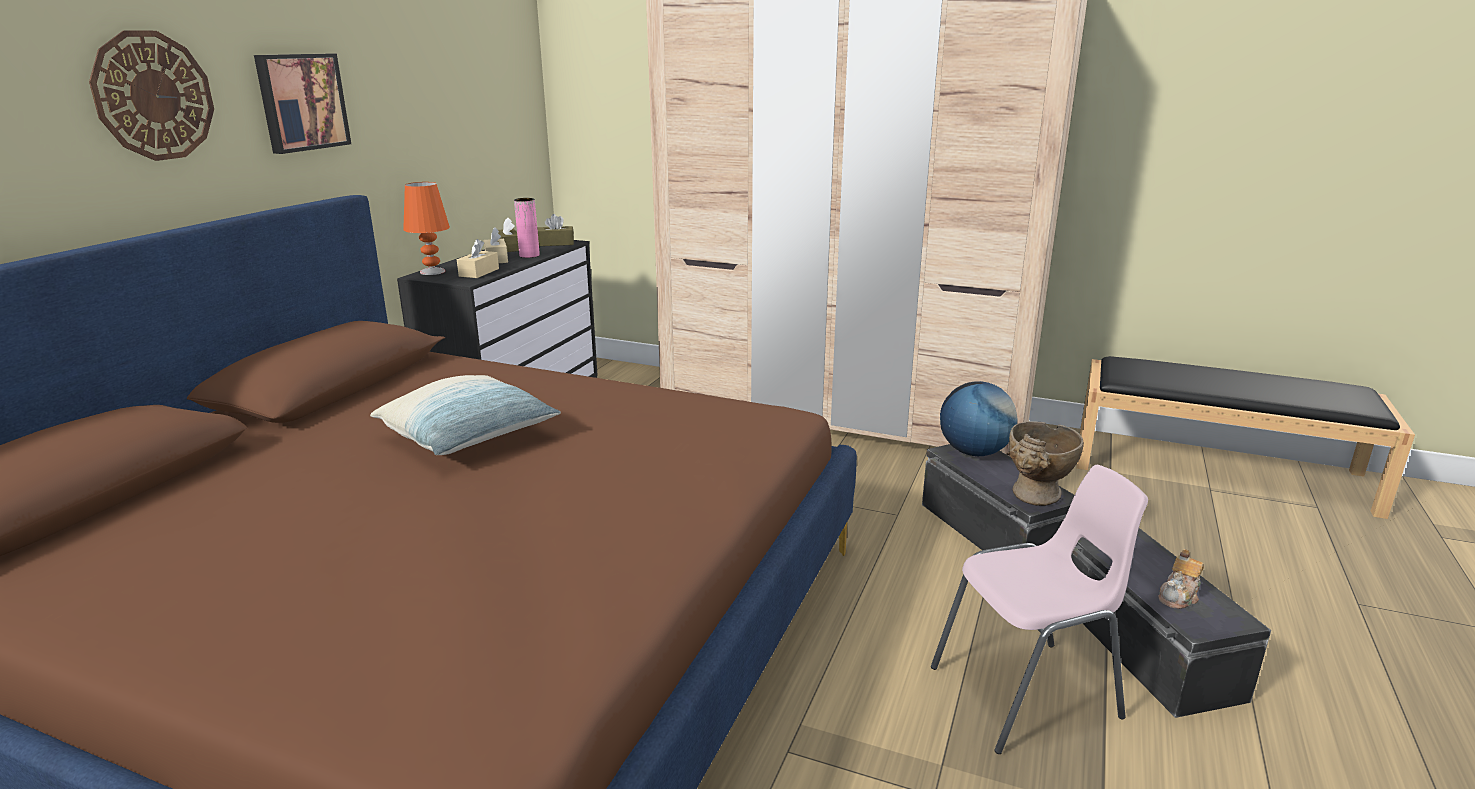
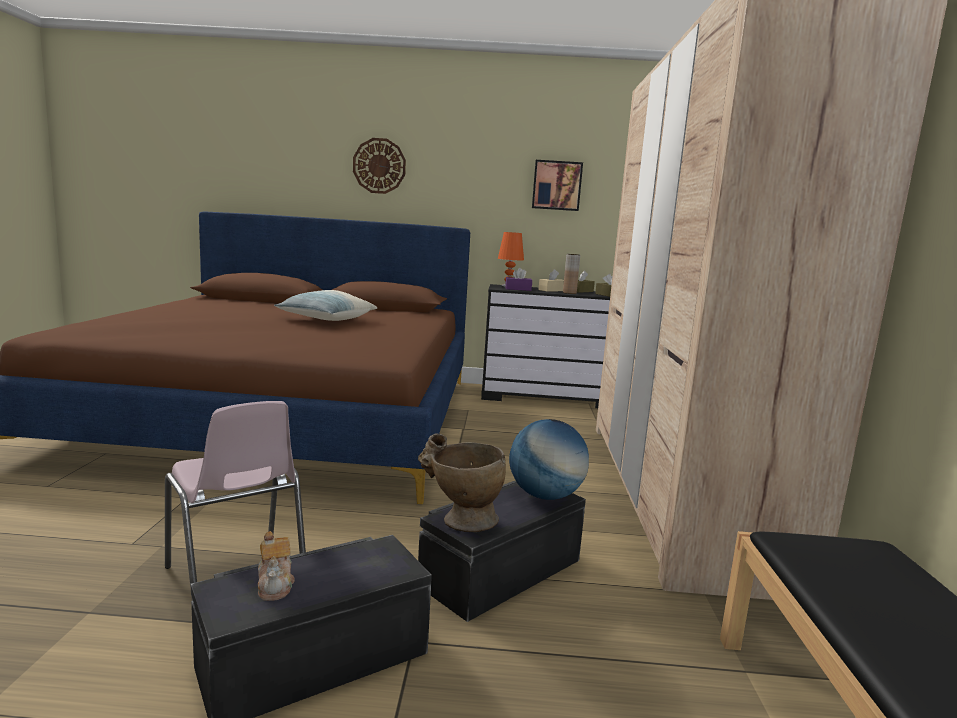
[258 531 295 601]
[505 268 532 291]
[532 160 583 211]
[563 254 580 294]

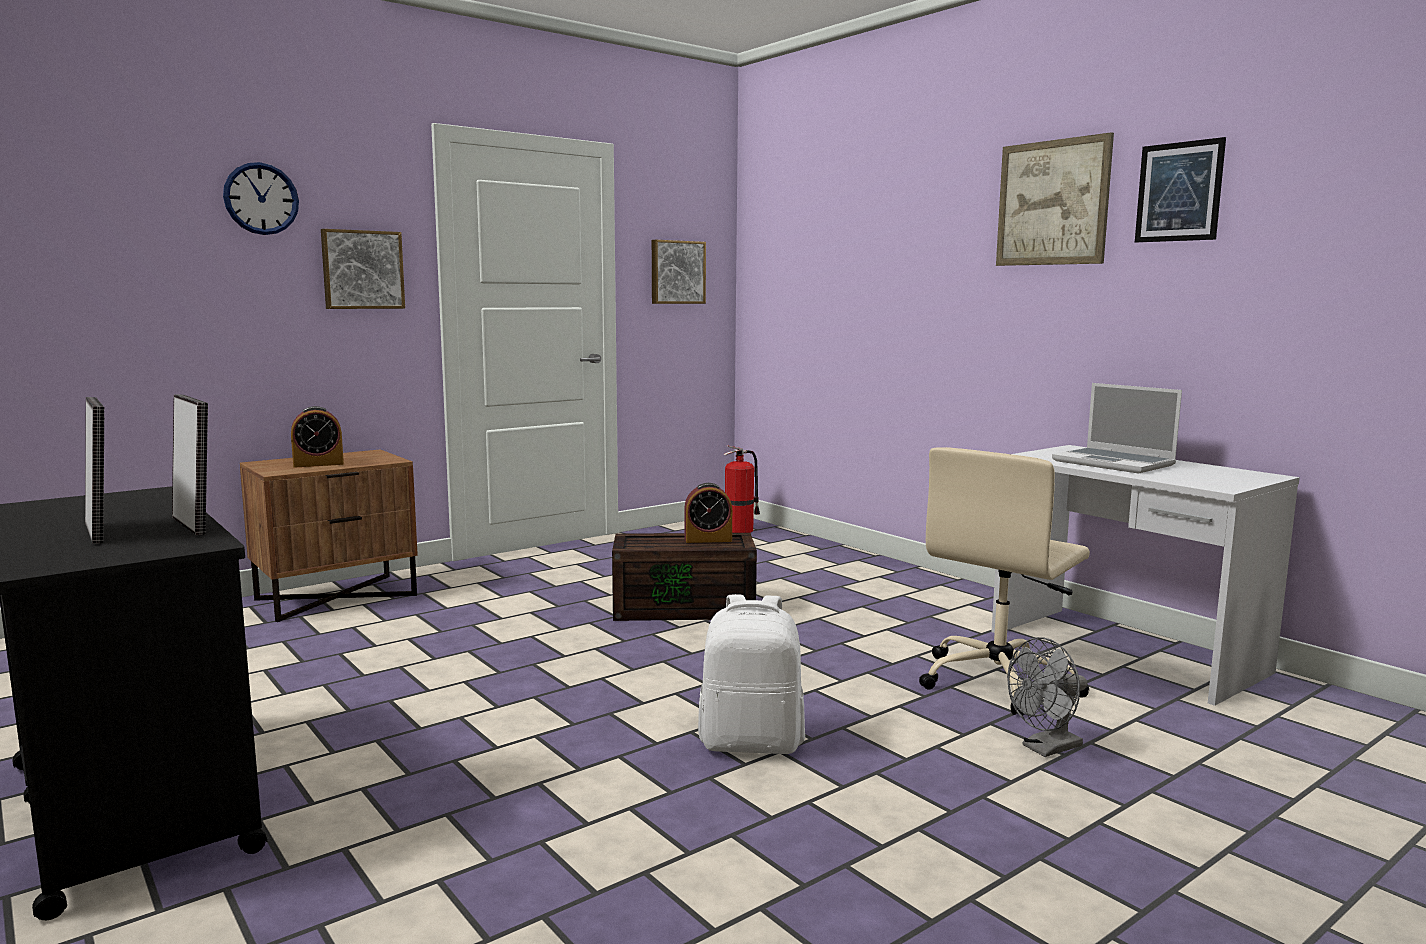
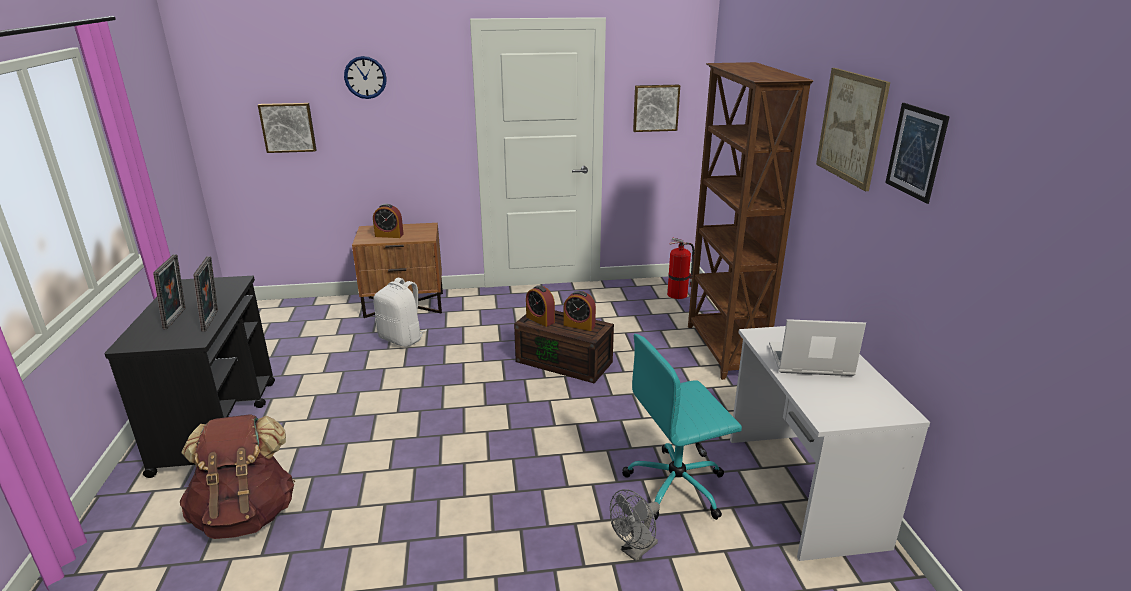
[180 414 295 539]
[258 103 316 153]
[373 278 427 347]
[526 285 555 327]
[610 489 660 561]
[622 334 742 520]
[688 62 813 380]
[769 319 866 376]

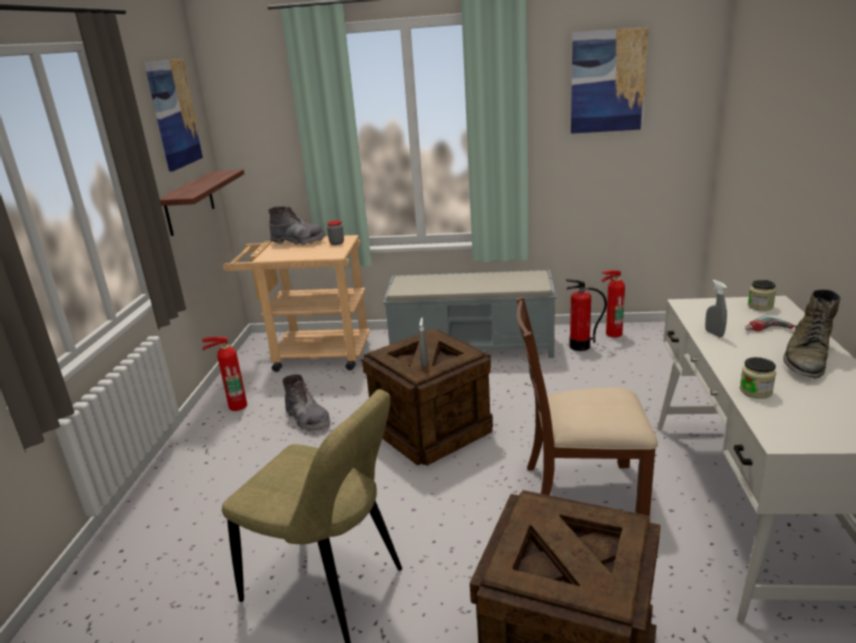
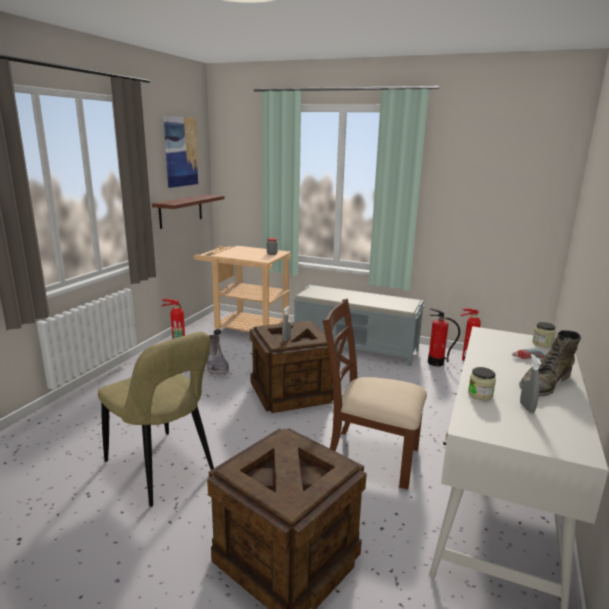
[520 354 541 413]
[268 206 325 245] (first image)
[571 27 649 134] (first image)

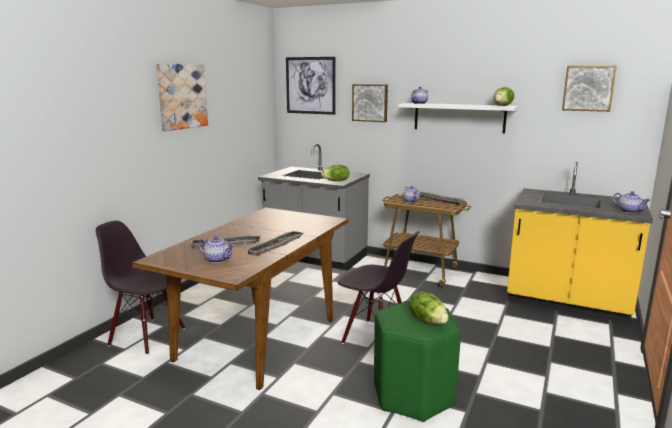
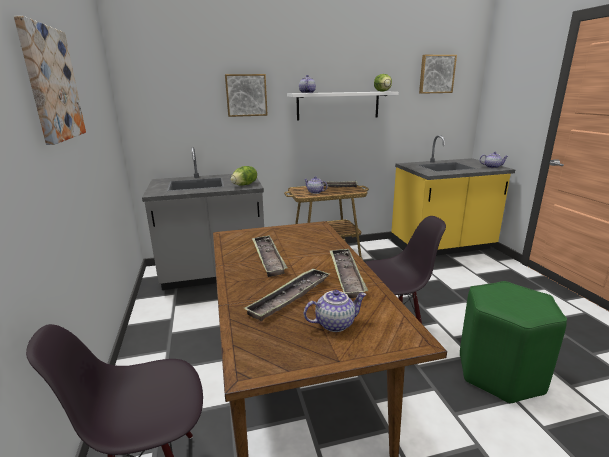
[252 235 288 277]
[286 57 336 115] (first image)
[409 291 448 324] (first image)

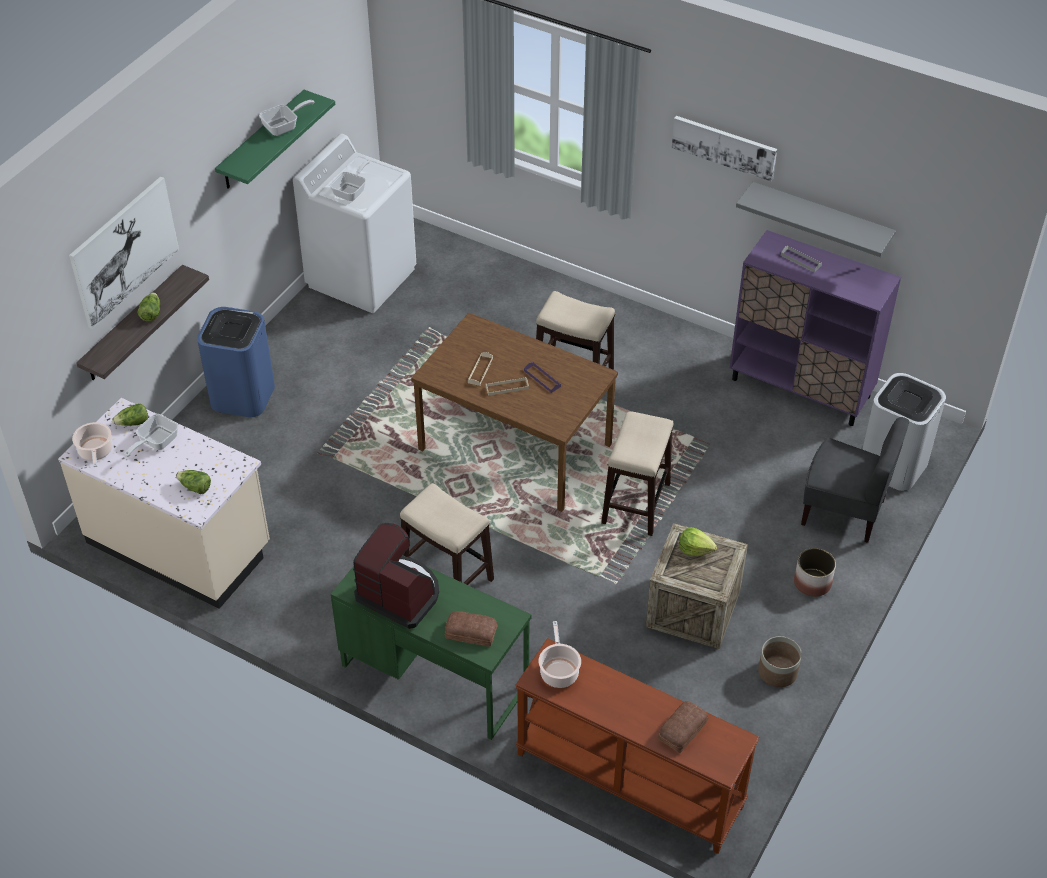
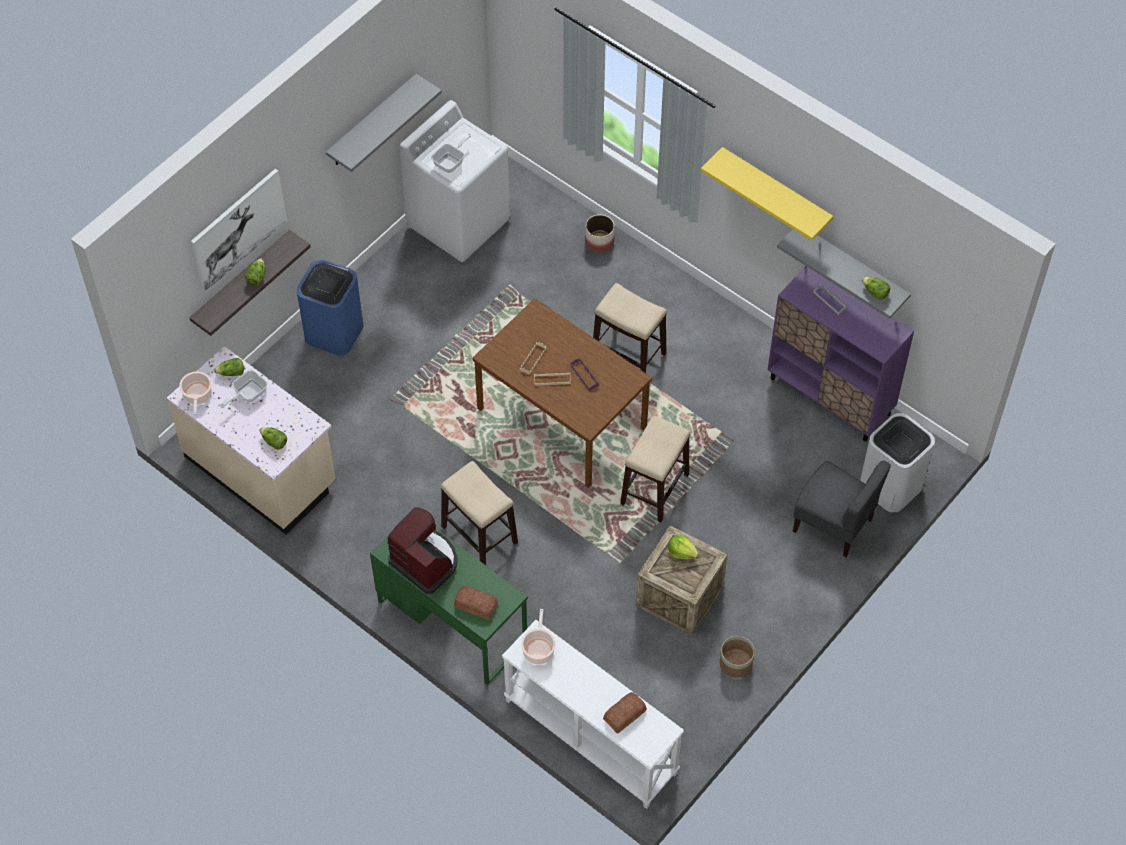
[326 74 442 172]
[502 620 684 809]
[585 214 615 252]
[701 147 833 241]
[862 277 890 300]
[259 100 314 136] (first image)

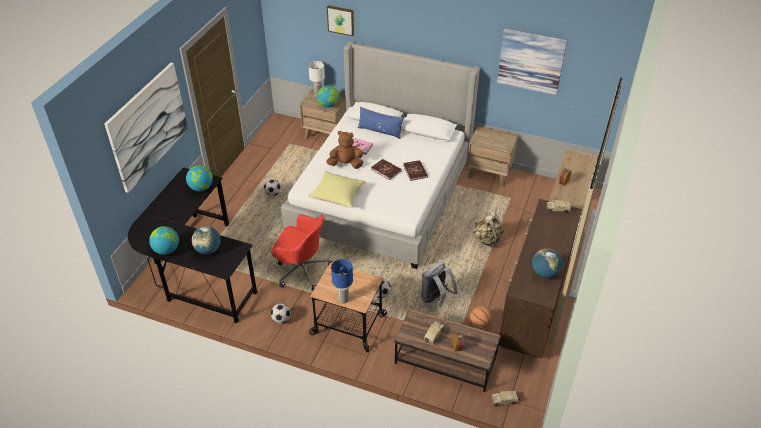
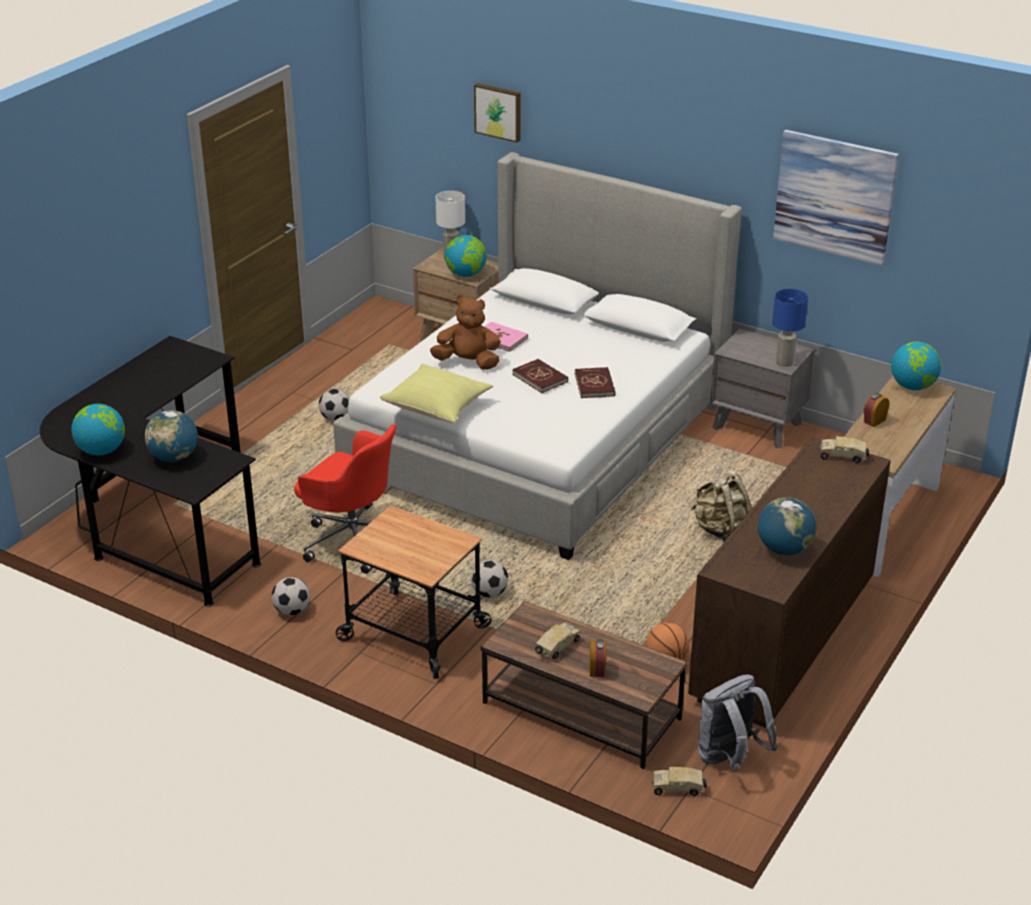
[697 674 778 771]
[710 329 815 448]
[772 289 808 367]
[891 342 941 390]
[104 62 188 193] (first image)
[358 107 404 139] (first image)

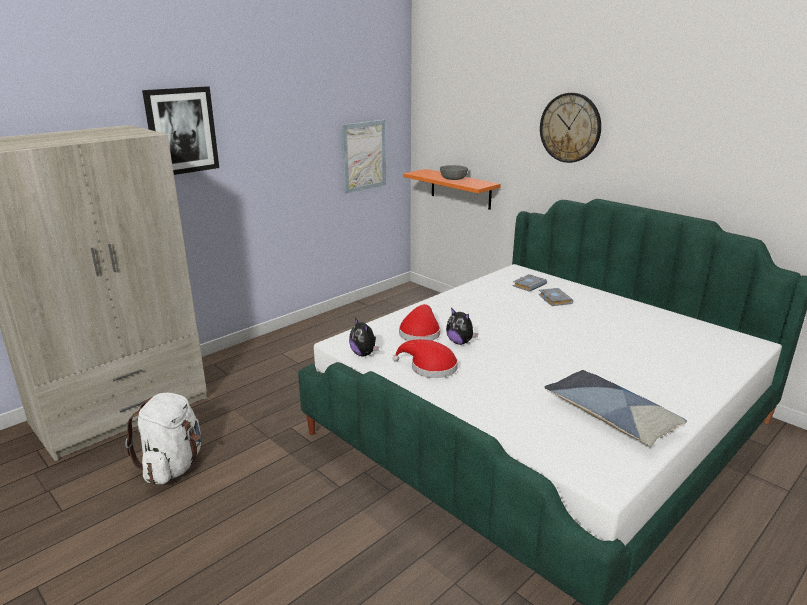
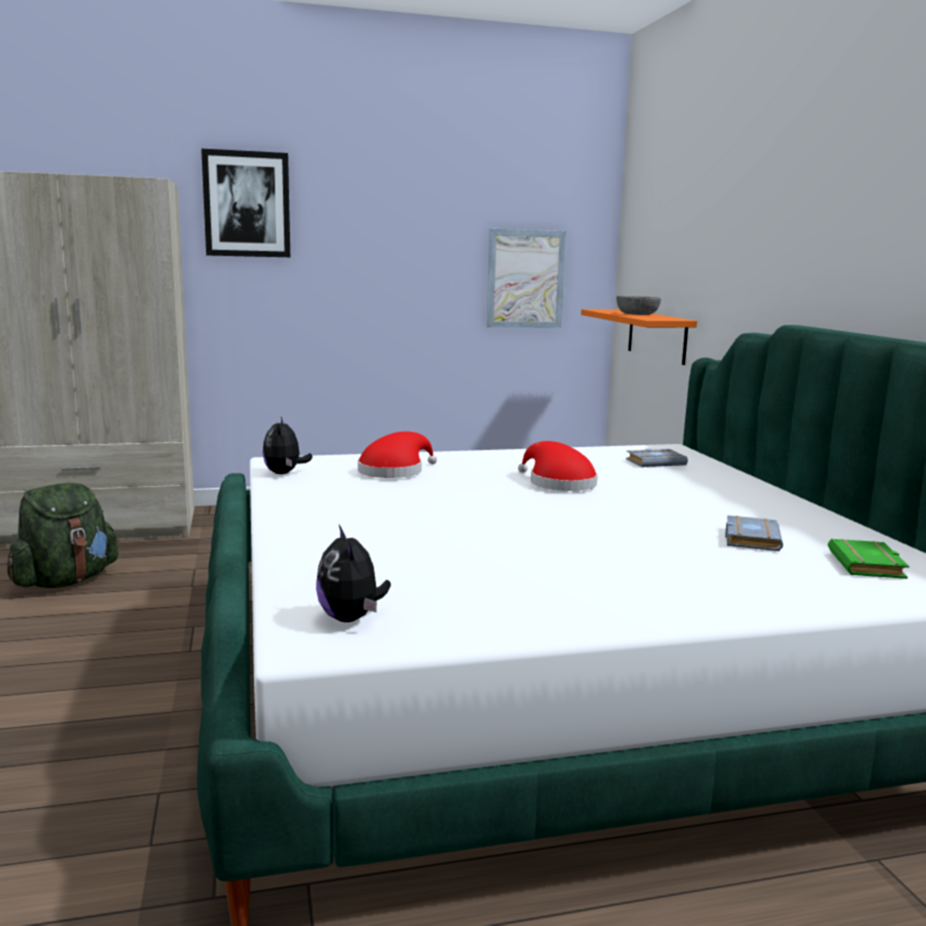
[7 483 118 588]
[316 525 391 622]
[518 441 598 491]
[725 515 783 551]
[828 539 909 579]
[540 93 601 163] (first image)
[544 370 687 446] (first image)

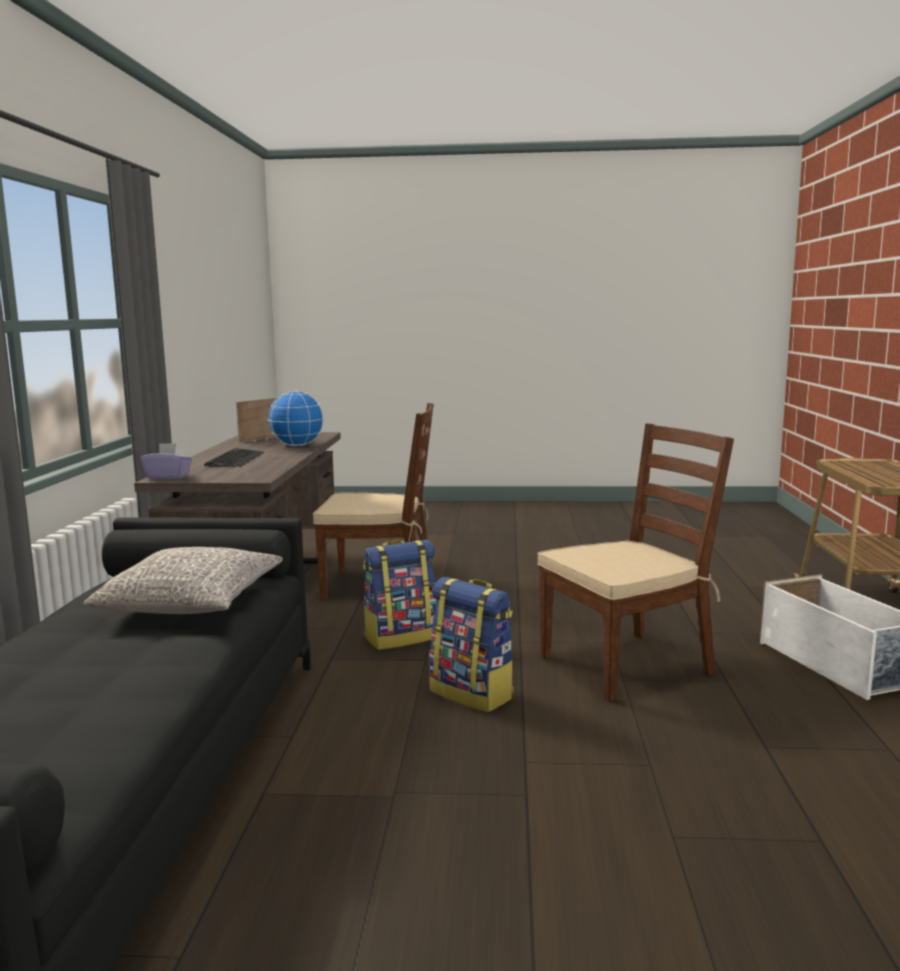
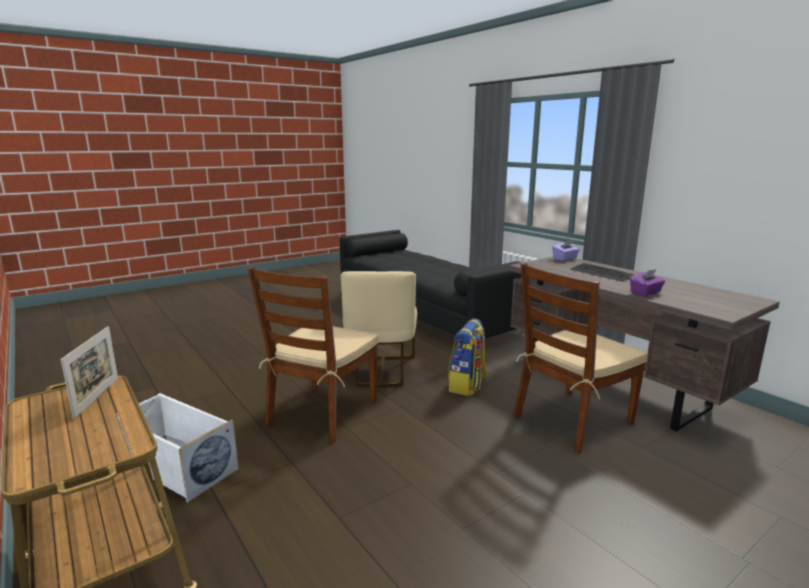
[61 326 118 419]
[341 271 417 387]
[630 269 665 296]
[84 547 283 614] (first image)

